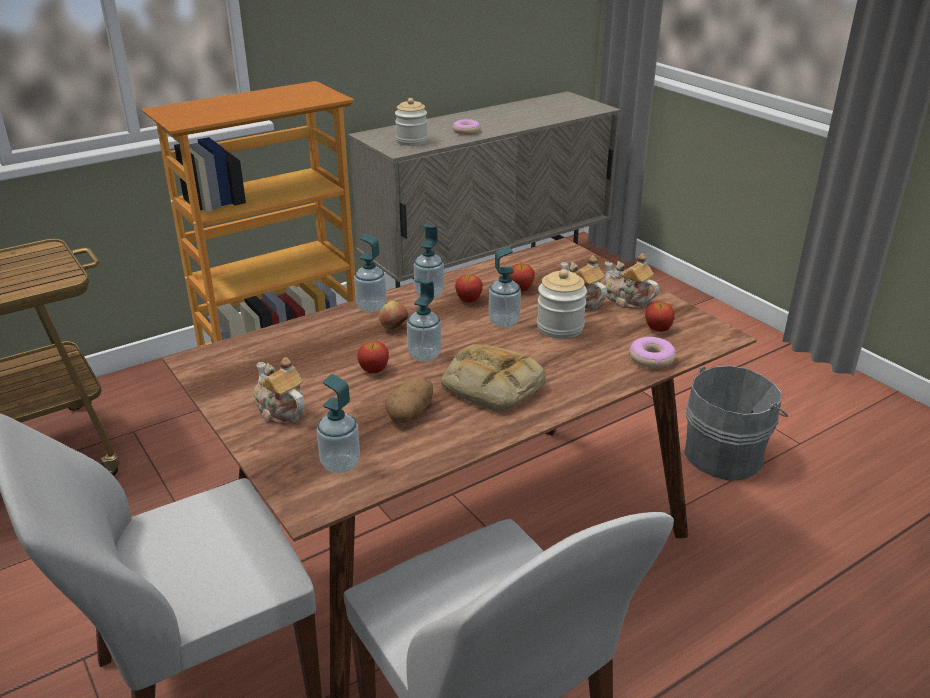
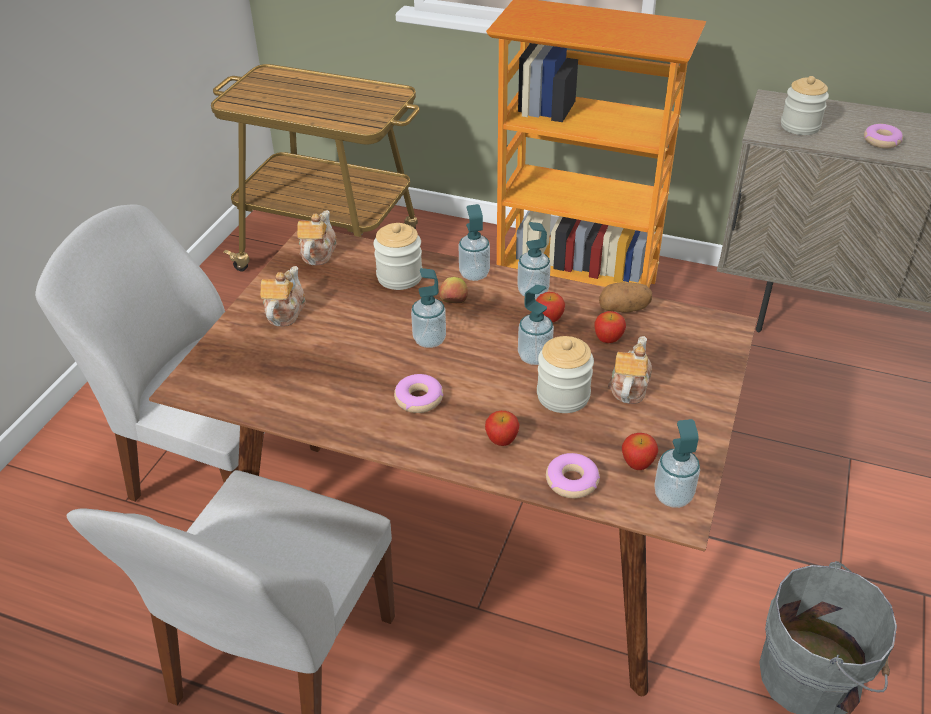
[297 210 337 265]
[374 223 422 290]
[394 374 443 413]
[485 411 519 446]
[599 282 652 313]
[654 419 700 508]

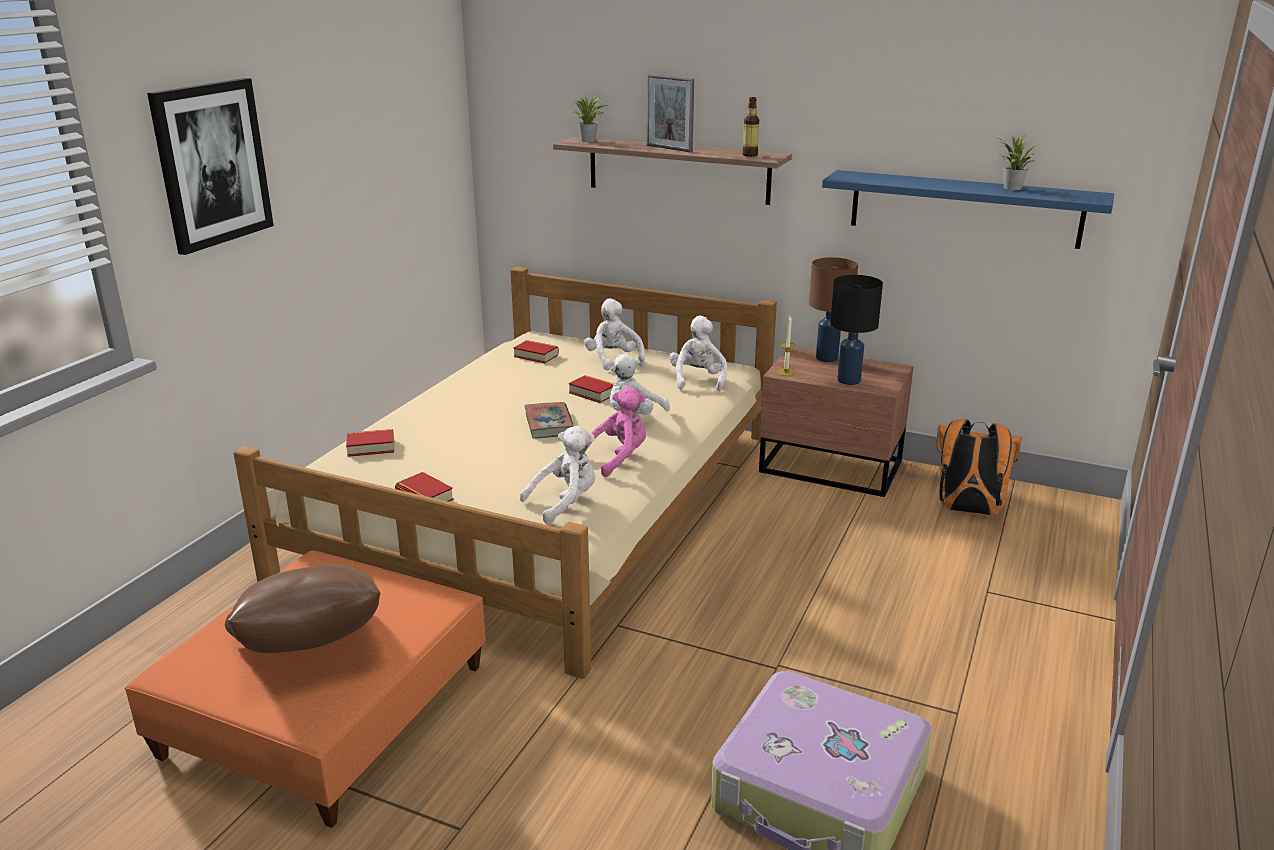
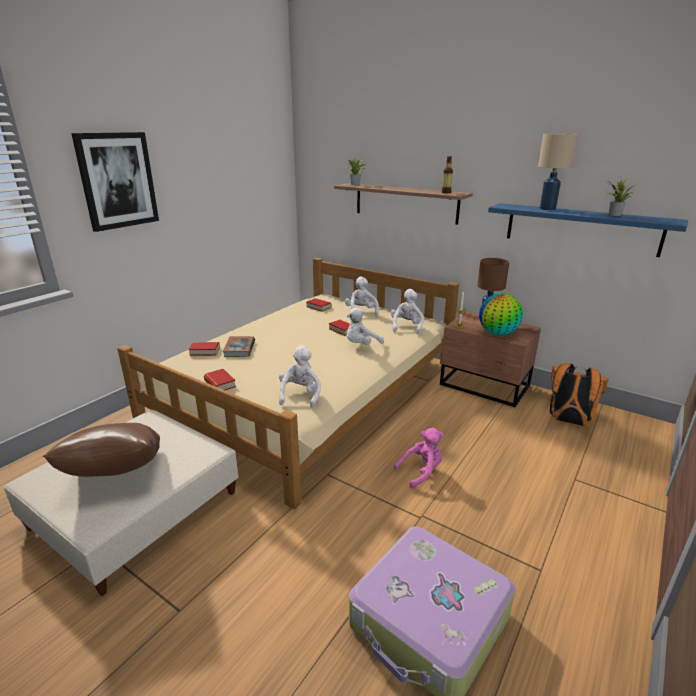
[3 410 239 596]
[223 336 255 357]
[279 345 321 408]
[394 428 444 489]
[479 293 523 335]
[538 134 579 210]
[647 74 694 153] (first image)

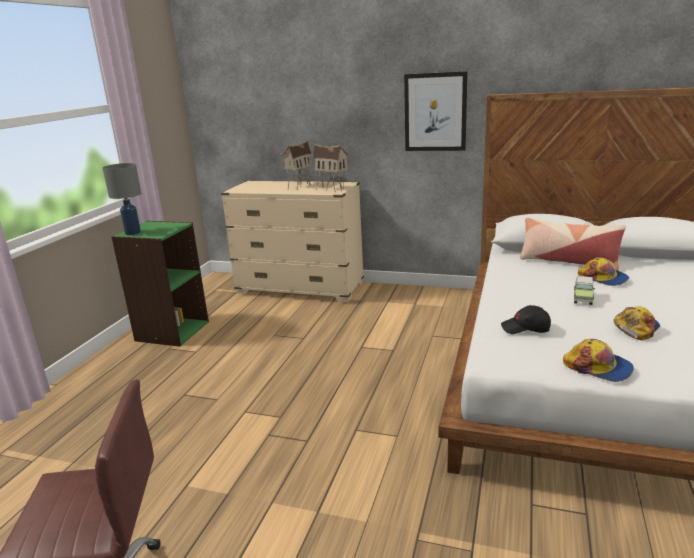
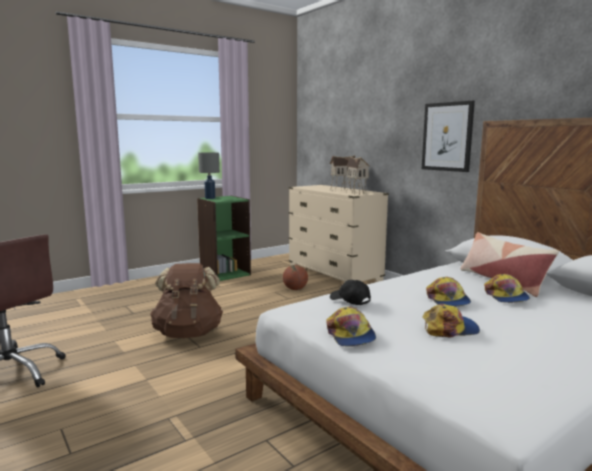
[150 263 223 338]
[283 265 308 290]
[426 277 471 307]

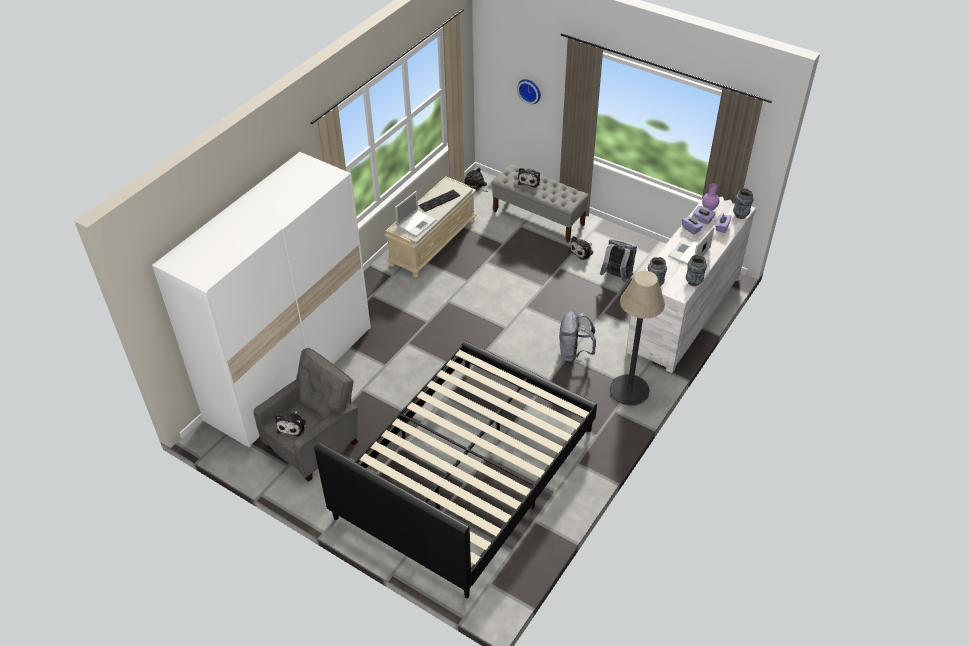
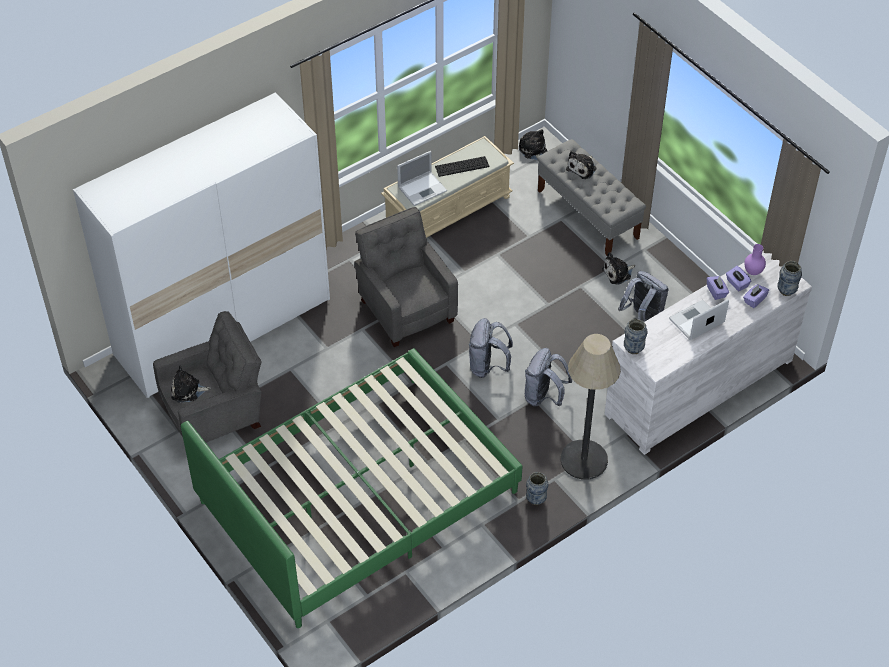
[171 365 211 402]
[181 348 523 628]
[354 207 458 347]
[469 318 513 378]
[526 472 549 505]
[517 79 541 104] (first image)

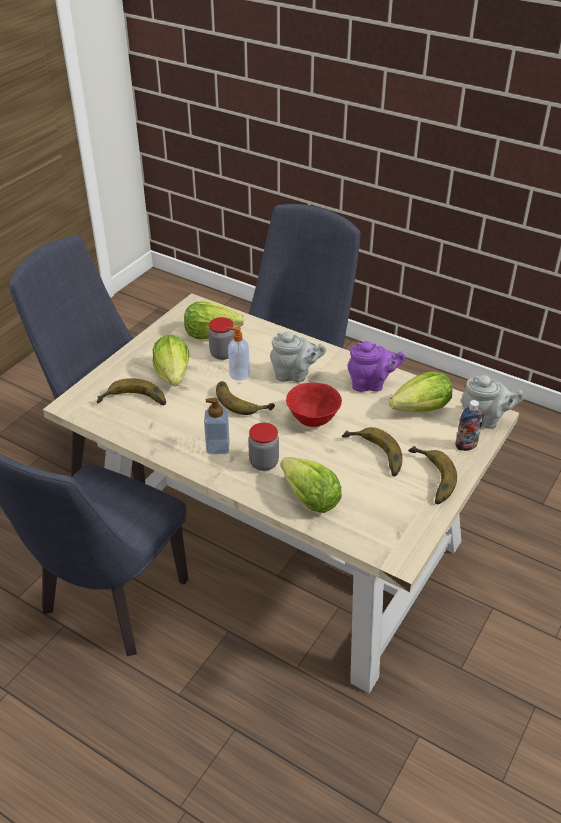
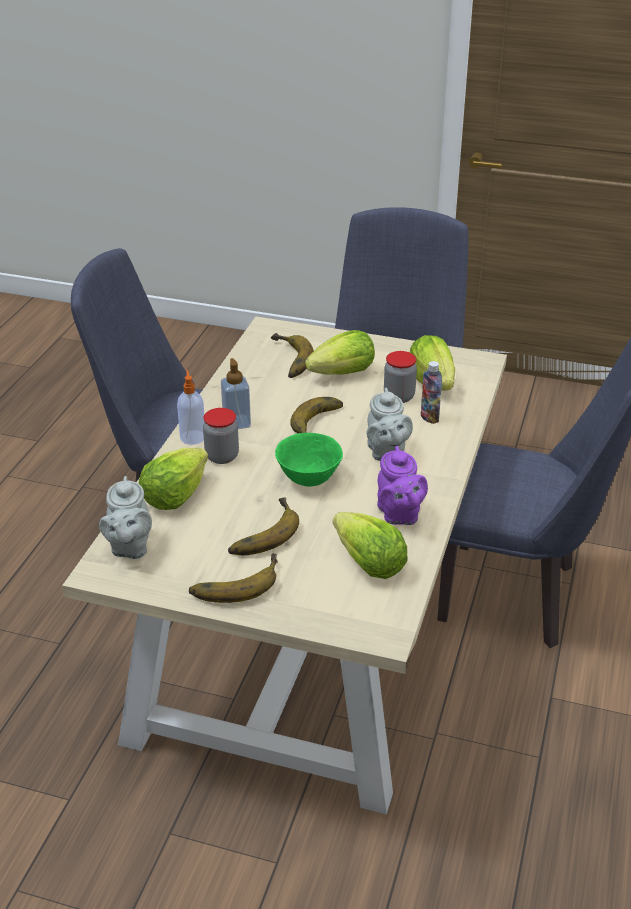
[99 476 152 559]
[177 370 205 445]
[275 433 343 487]
[421 361 442 424]

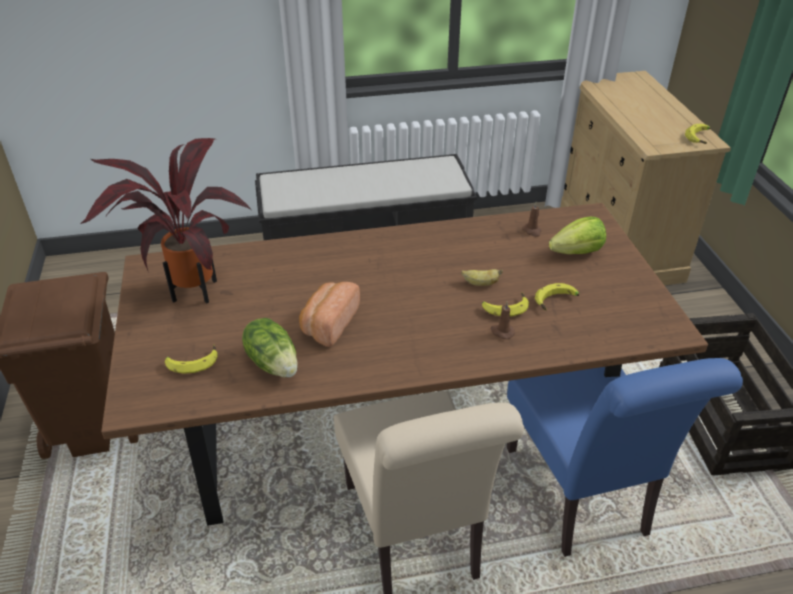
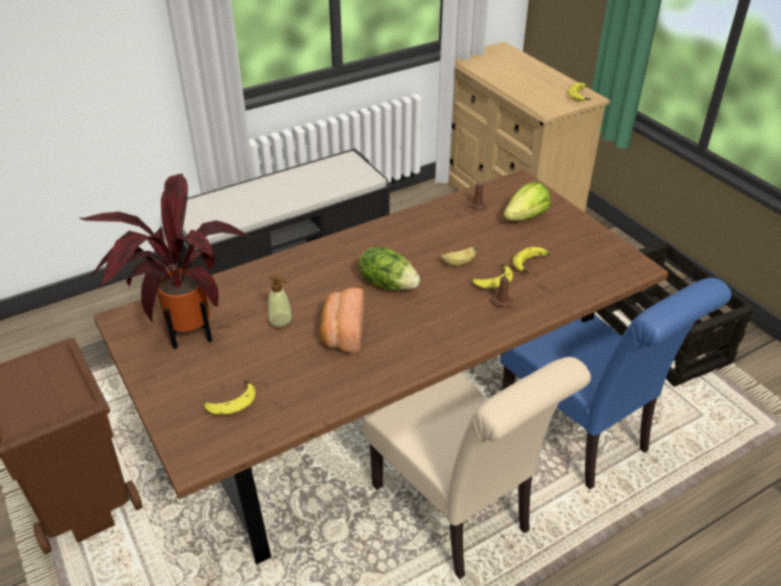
[268 274 293 329]
[358 246 420 290]

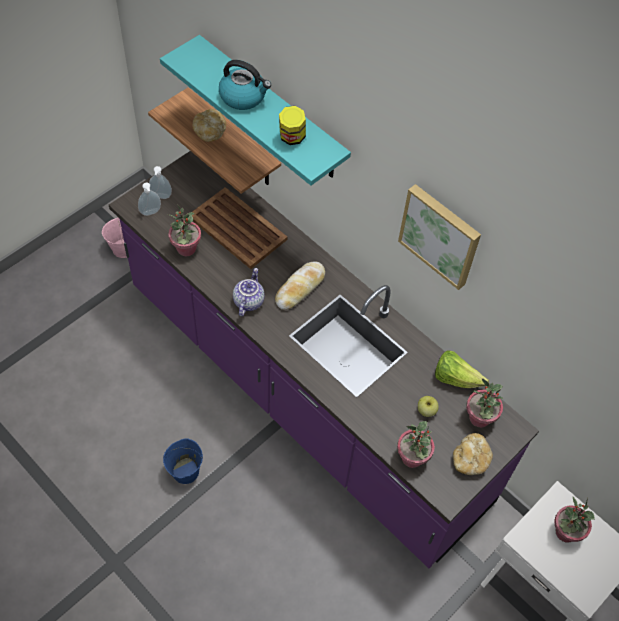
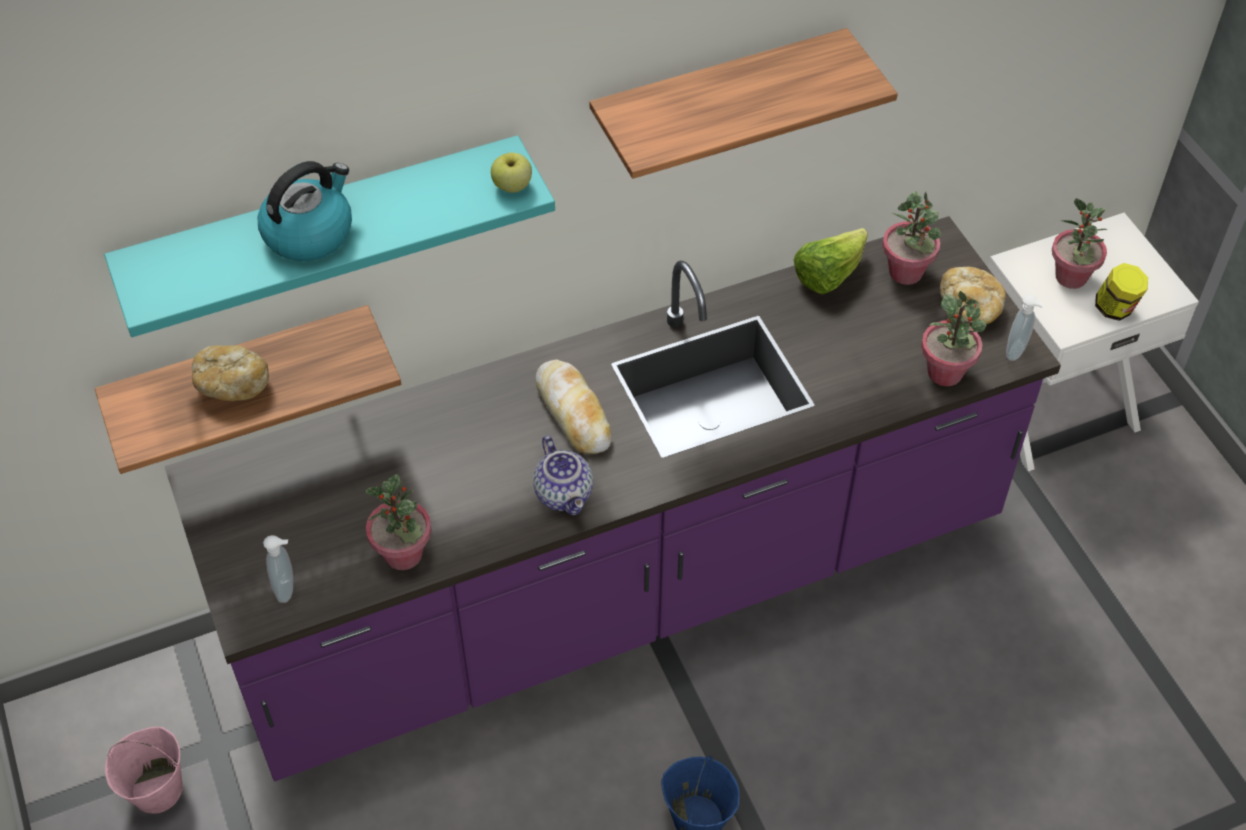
[491 153 532 193]
[533 436 593 515]
[590 28 898 179]
[1006 294 1045 361]
[1095 263 1148 321]
[192 187 288 269] (first image)

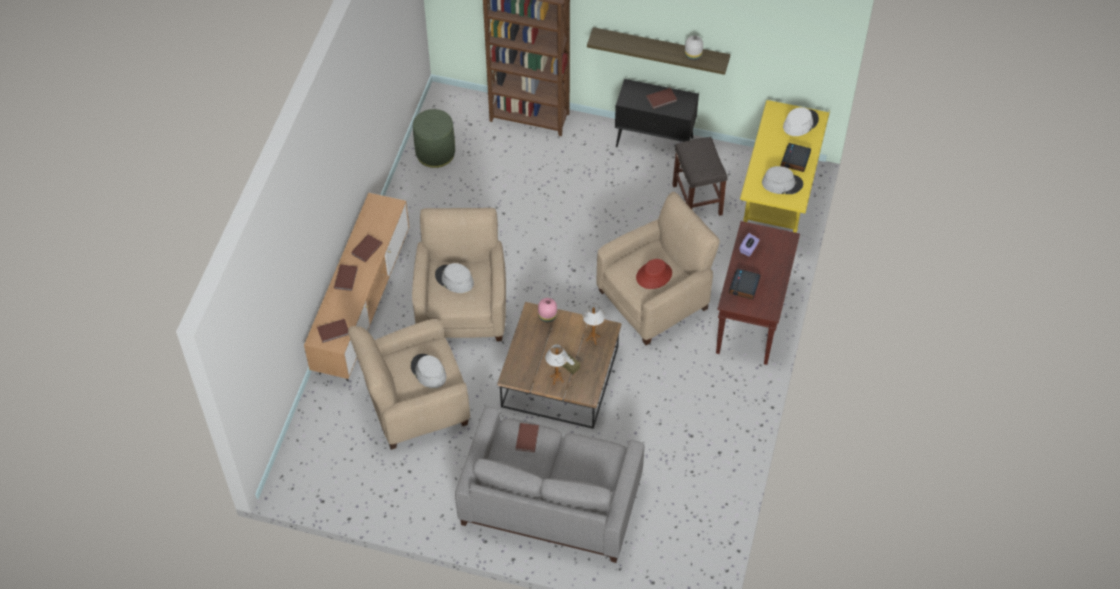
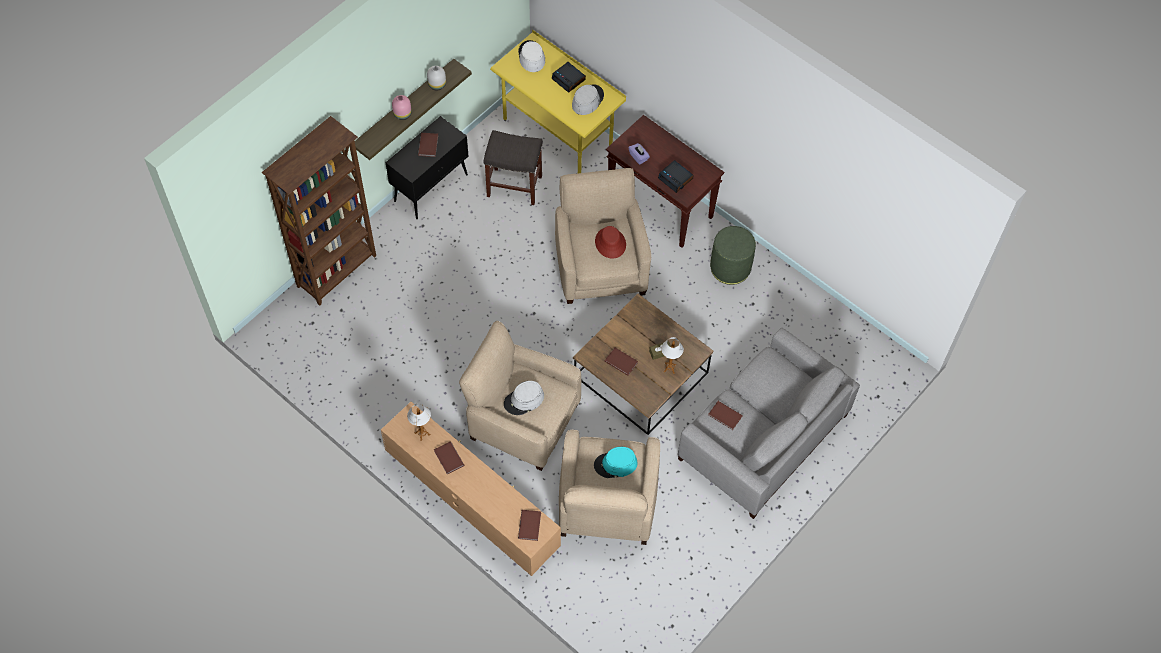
[392 95 412 120]
[407 403 431 441]
[594 447 638 478]
[605 348 638 376]
[710 226 756 285]

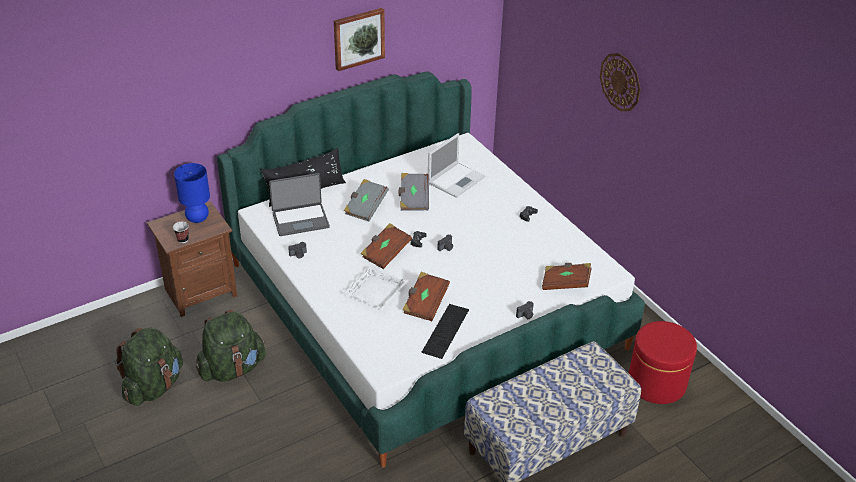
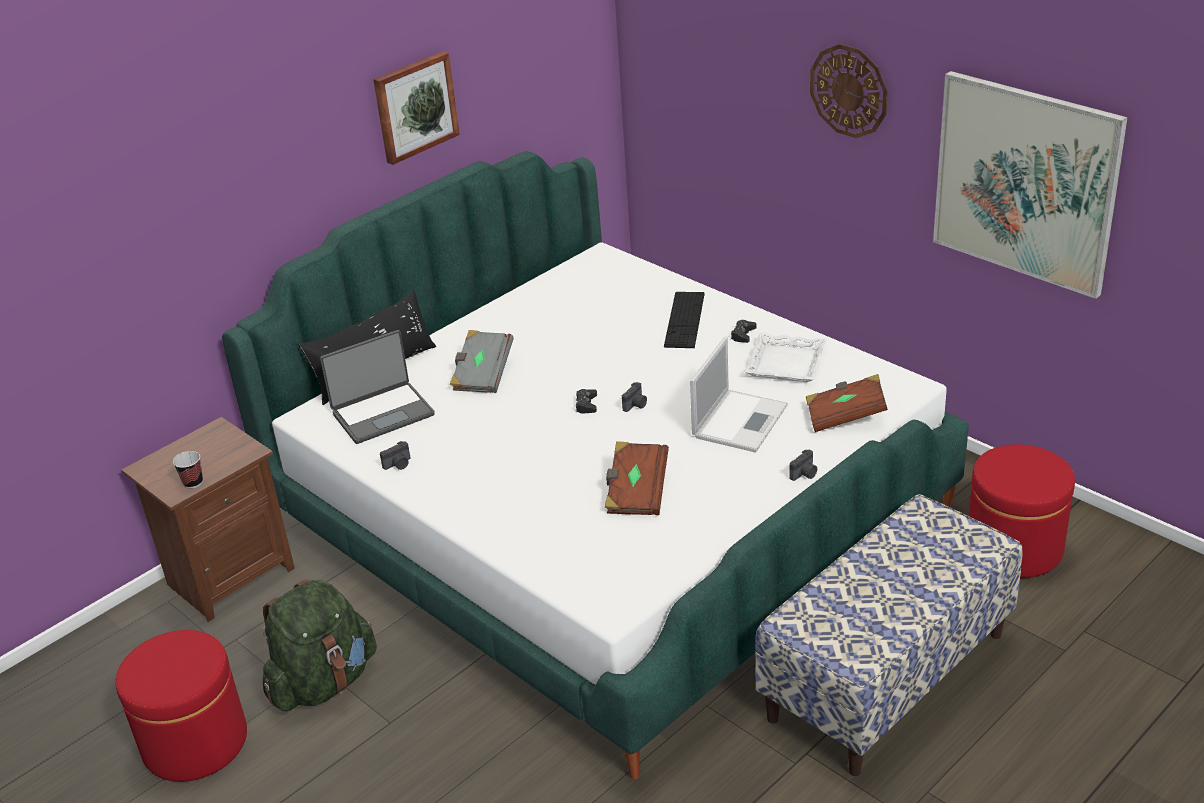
[115 630 247 782]
[664 292 705 348]
[690 337 788 452]
[745 332 827 382]
[933 71 1128 299]
[174 163 210 223] (first image)
[360 223 412 269] (first image)
[398 173 429 211] (first image)

